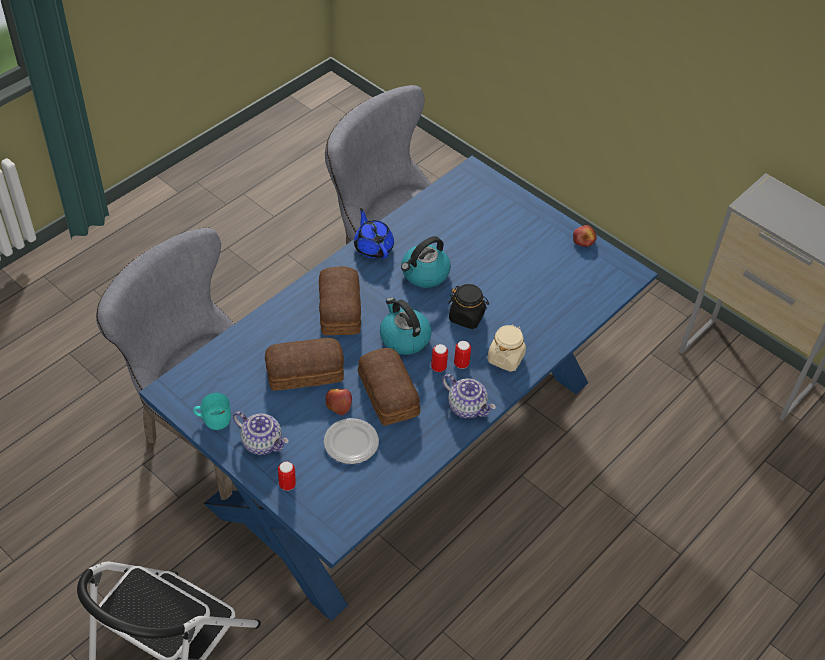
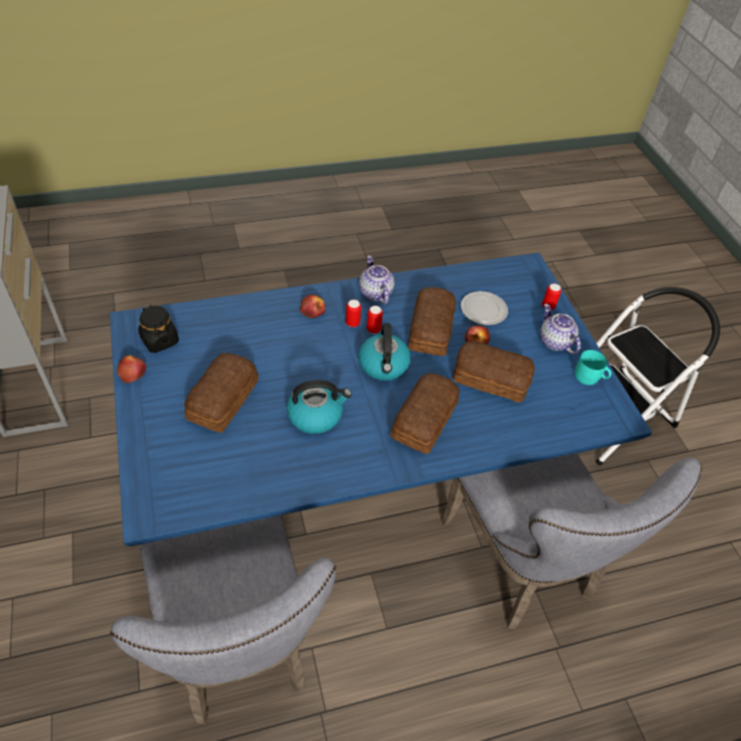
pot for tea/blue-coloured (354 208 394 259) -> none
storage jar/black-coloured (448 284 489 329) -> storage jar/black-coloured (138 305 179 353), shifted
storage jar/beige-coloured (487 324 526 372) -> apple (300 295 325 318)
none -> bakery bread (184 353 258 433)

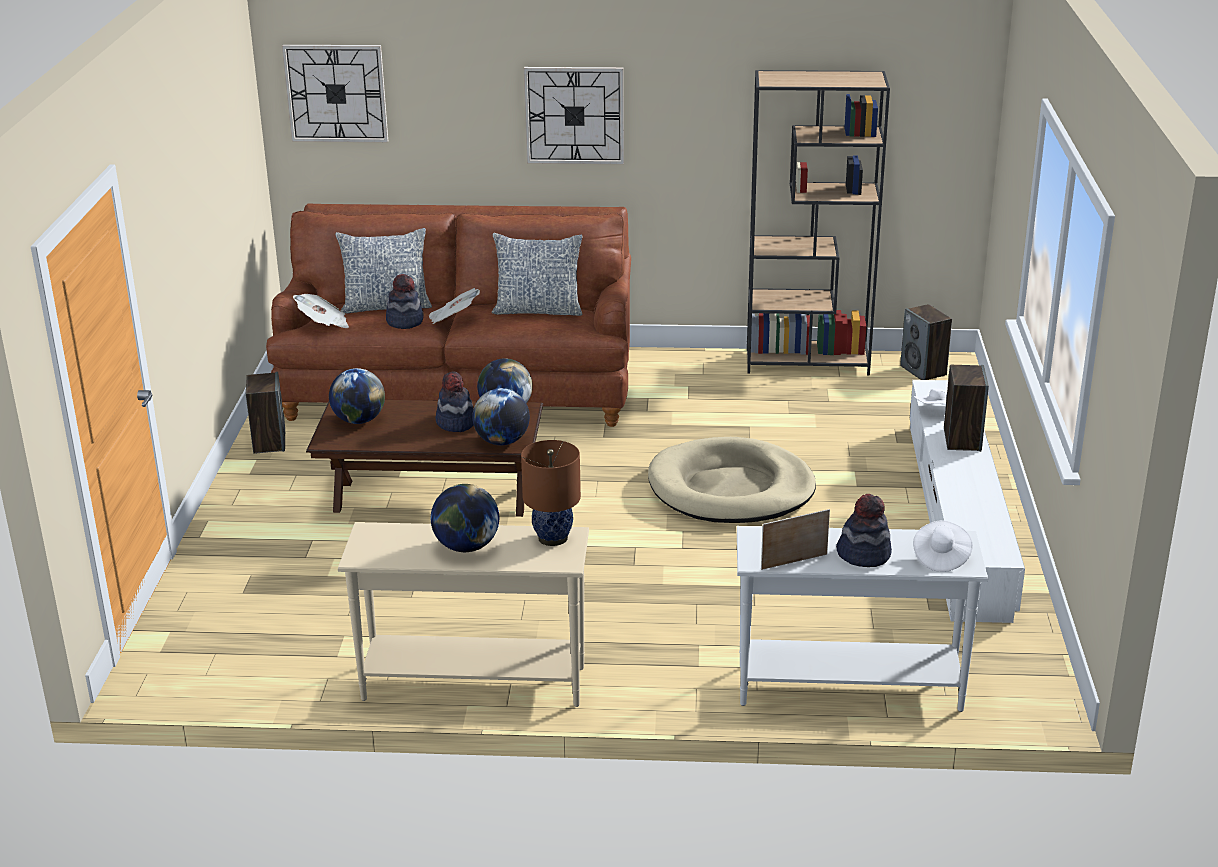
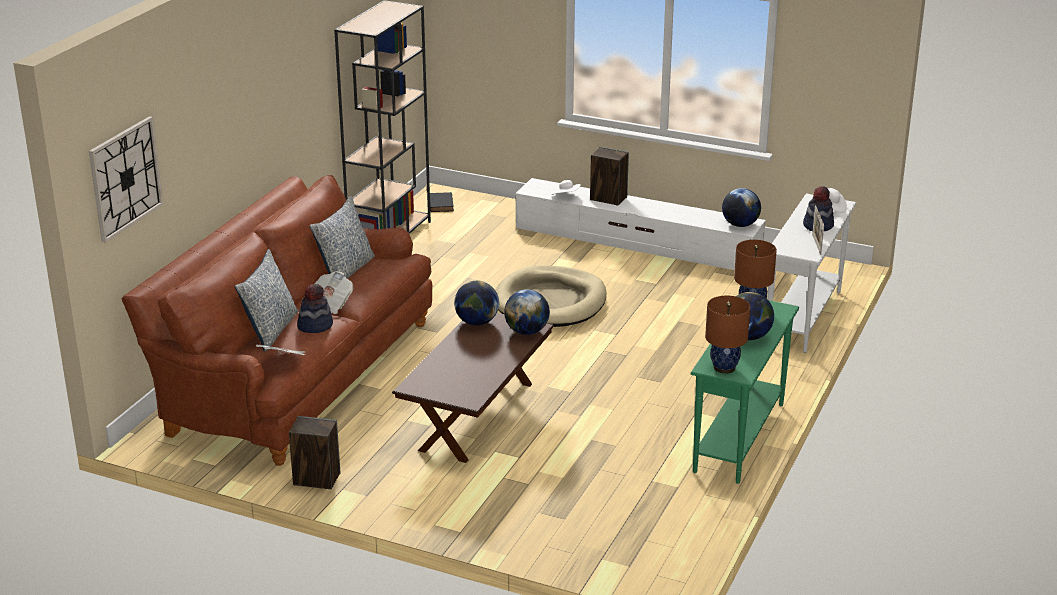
world globe (329 368 385 424) -> world globe (722 188 761 227), shifted
narrow table/beige-coloured (338 522 589 707) -> narrow table/green-coloured (691 300 799 484)
wearable hat (436 371 473 432) -> none
clock on the wall (524 67 624 164) -> none
audio speaker (900 304 952 380) -> volume/black-coloured (430 192 454 212)
none -> table lamp/brown-coloured (705 296 750 374)

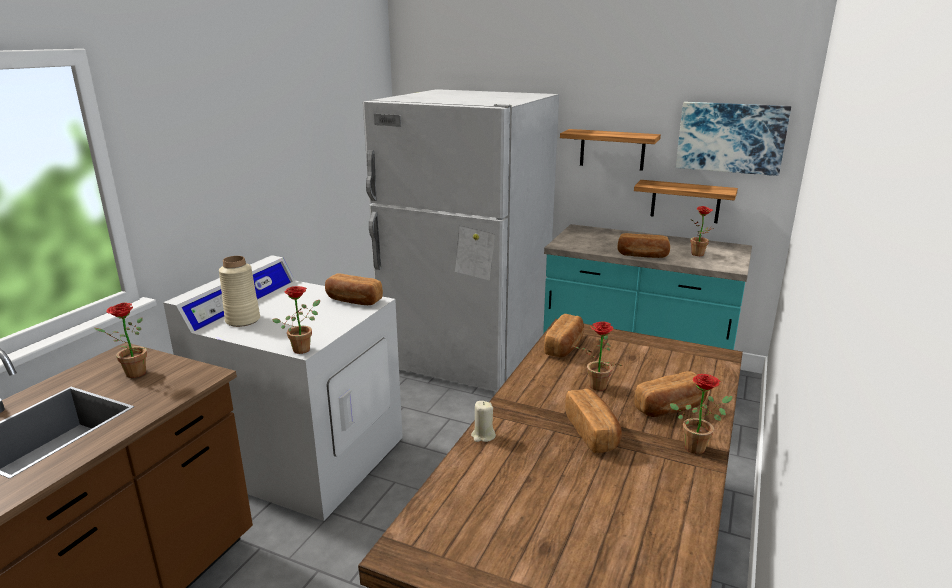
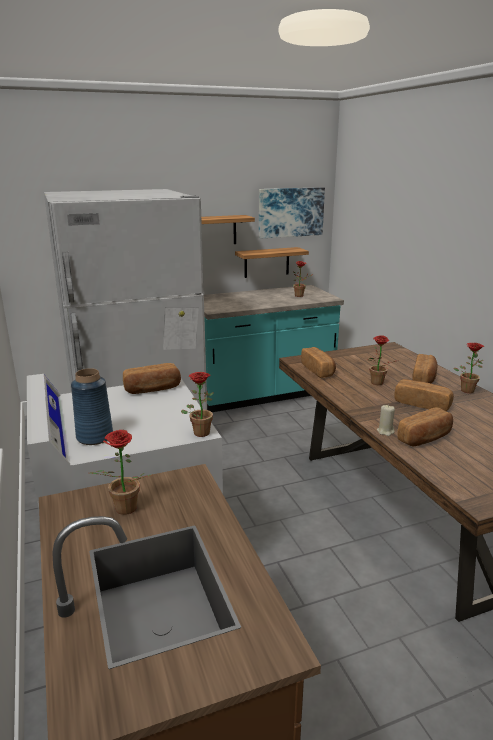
flower vase/beige-coloured (219 256 260 327) -> flower vase/blue-coloured (71 368 113 445)
bakery bread (618 233 670 258) -> bakery bread (397 407 453 446), shifted

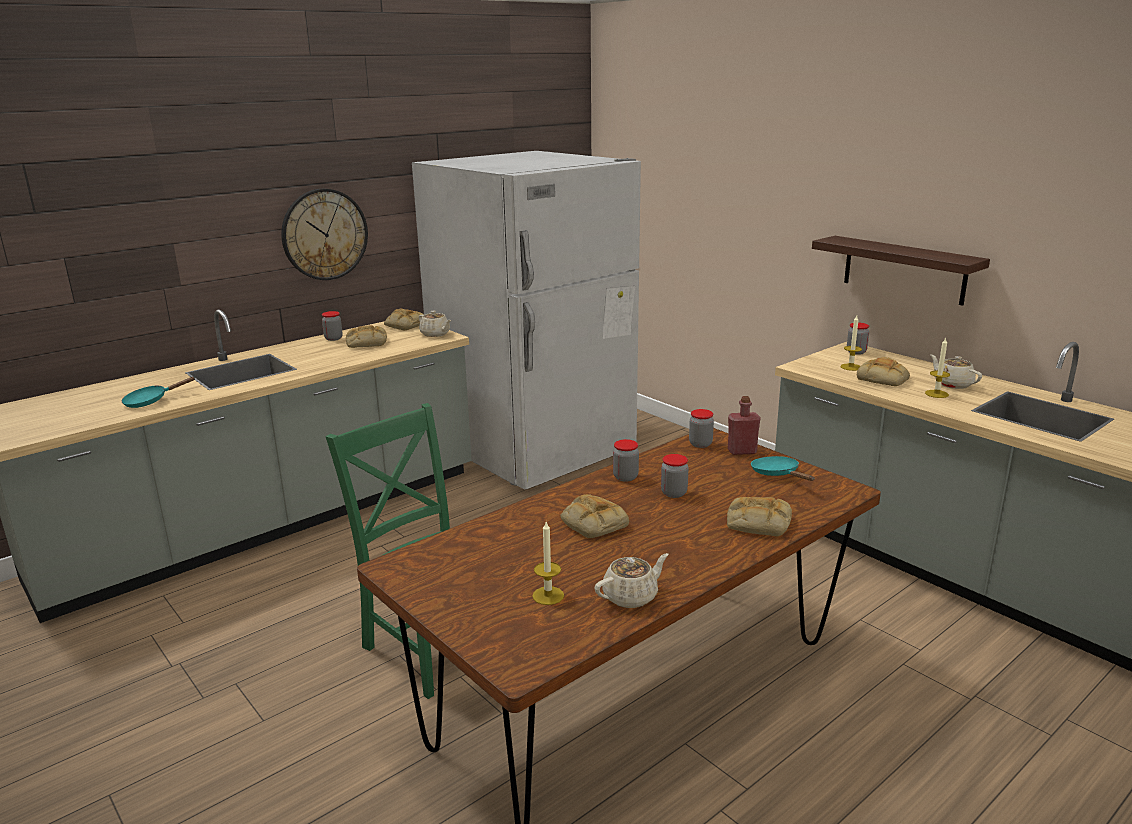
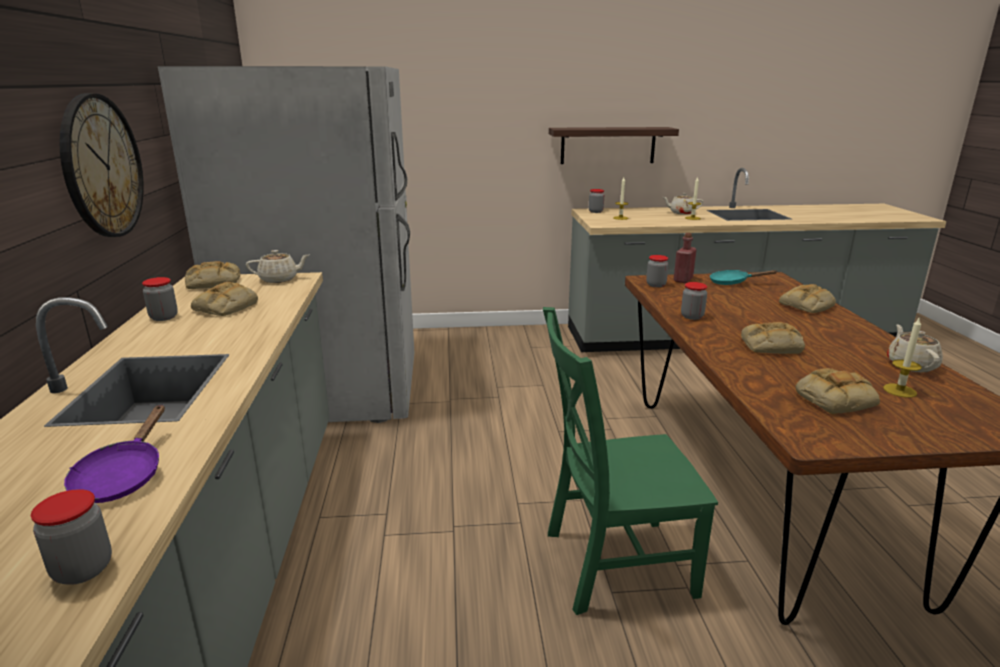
pan/turquoise (122 377 195 408) -> pan/purple-coloured (64 404 165 503)
storage jar (661 454 689 498) -> storage jar (31 489 112 585), shifted
bakery bread (857 357 910 387) -> bakery bread (795 368 880 414), shifted

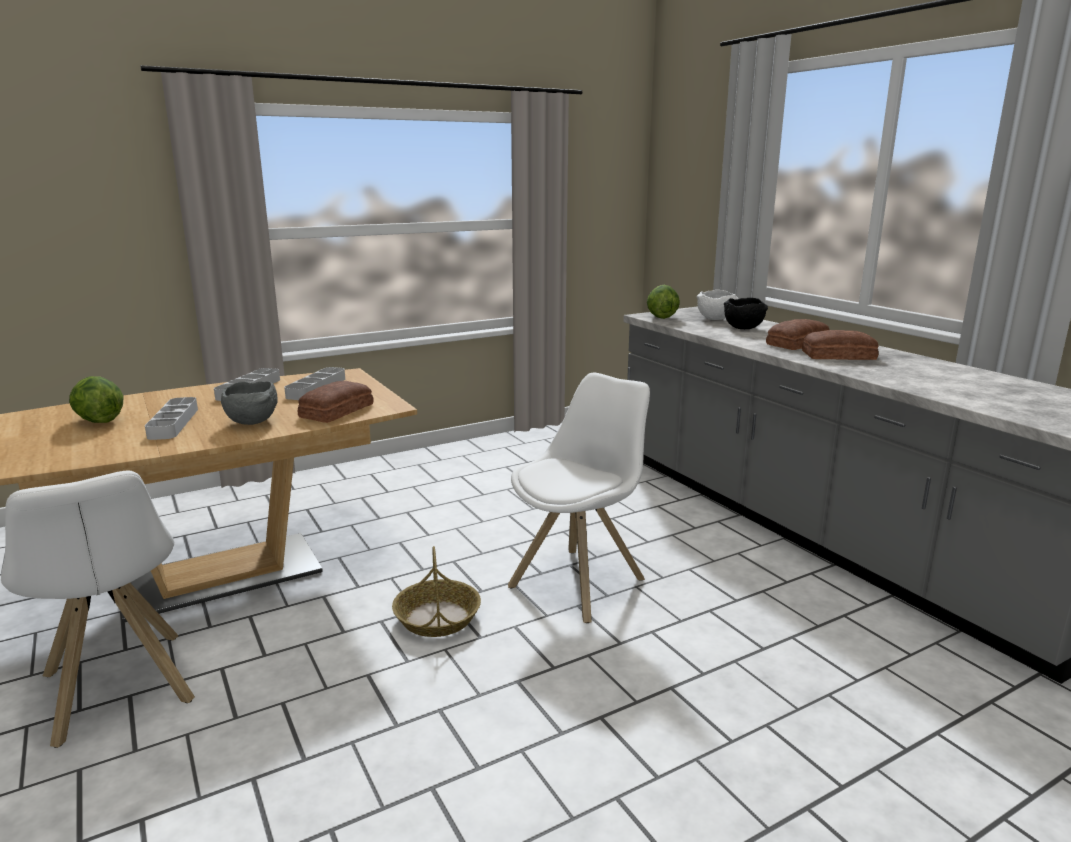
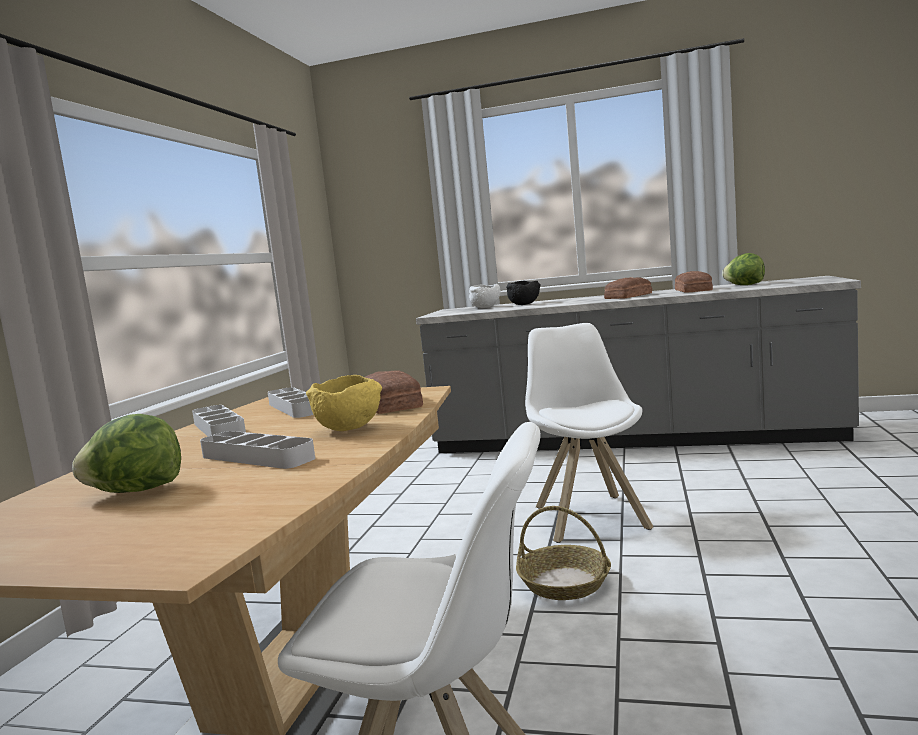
bowl/grey (221 381 278 425) -> bowl/yellow (306 375 382 431)
head of lettuce (647 285 680 319) -> head of lettuce (722 253 765 285), shifted
bakery bread (766 319 829 350) -> bakery bread (675 271 713 293), shifted

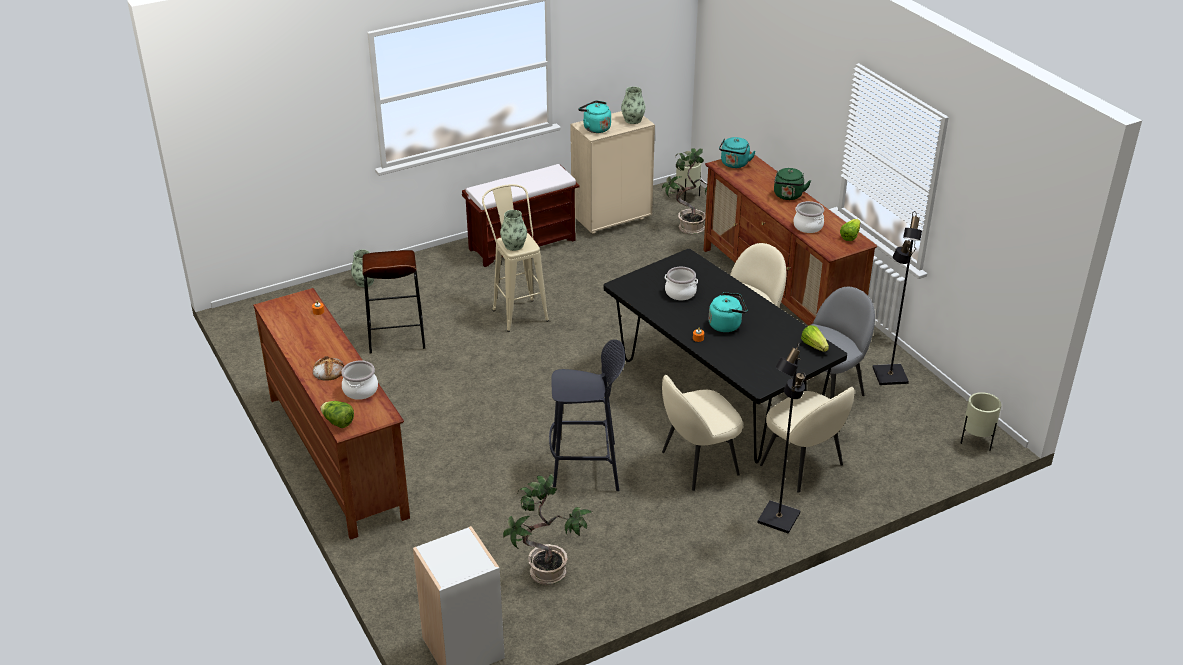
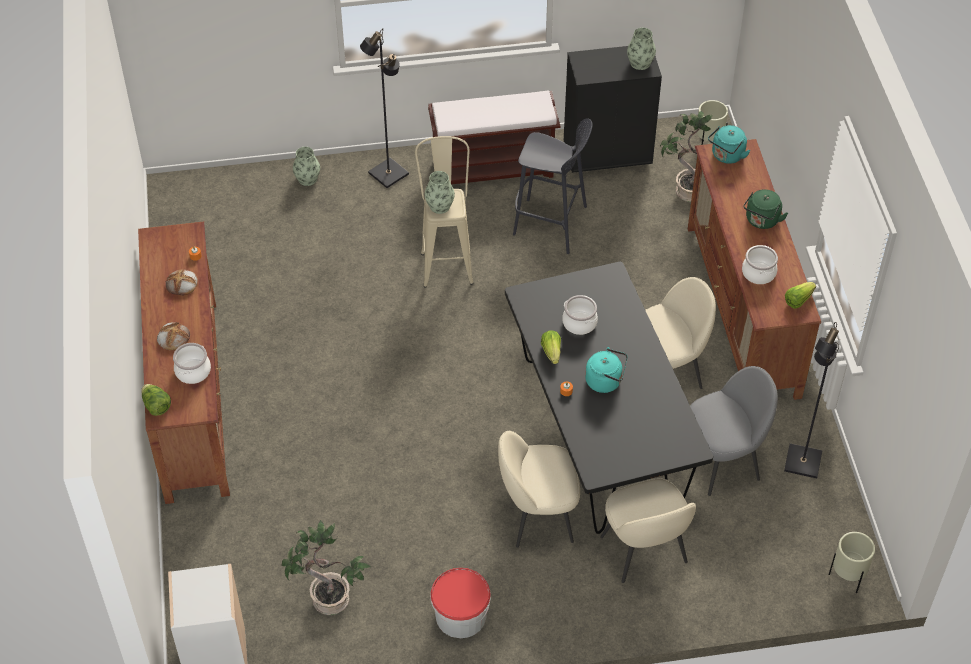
stool/brown-coloured (363 250 425 353) -> none
stool/grey (549 339 625 491) -> stool/grey (513 118 593 254), shifted
storage cabinet/beige-coloured (570 111 655 233) -> storage cabinet/black-coloured (563 46 662 173)
tea kettle/turquoise (578 101 611 133) -> none
standard lamp/black-coloured (757 343 806 534) -> standard lamp/black-coloured (360 28 409 188), shifted
head of lettuce (801 325 829 352) -> head of lettuce (541 331 561 364), shifted
none -> bakery bread (166 270 198 295)
none -> bucket (430 568 491 638)

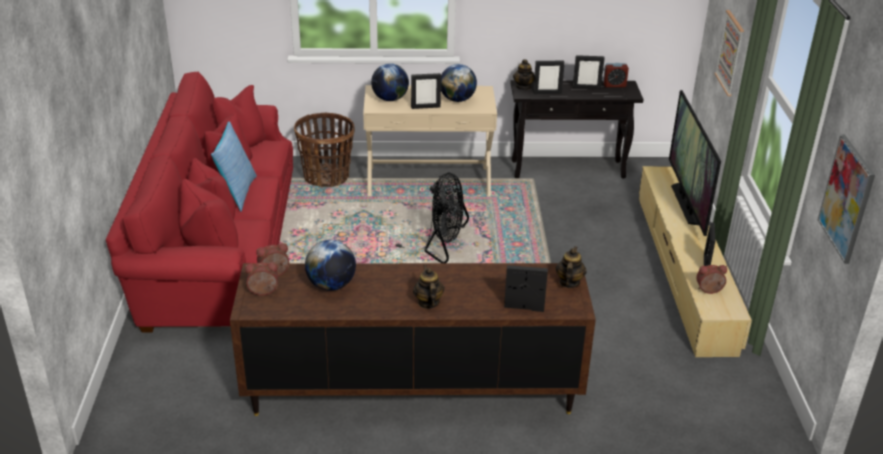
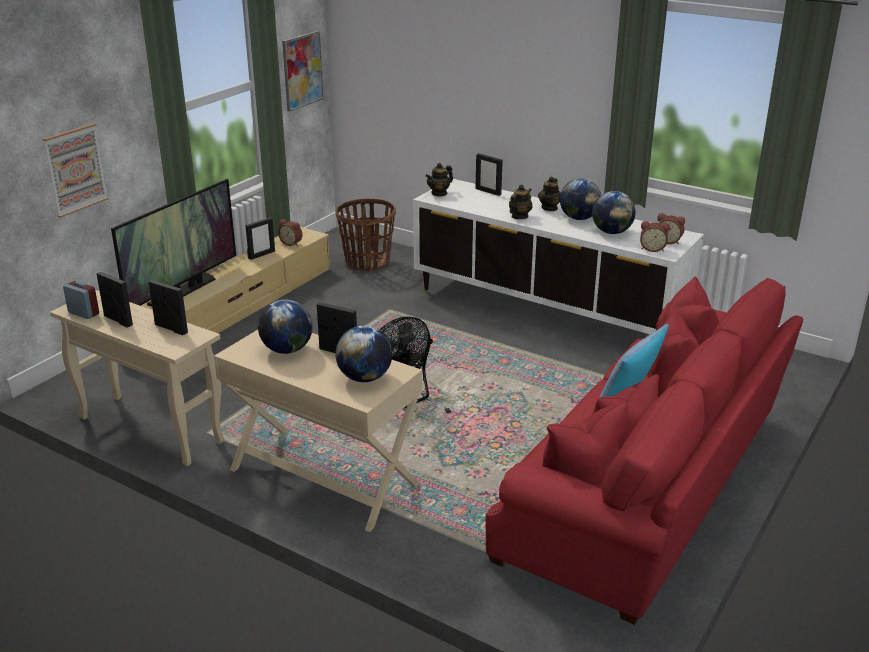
storage cabinet/brown-coloured (230 263 596 416) -> storage cabinet/whitish (413 179 704 334)
storage basket (294 113 355 187) -> storage basket (335 198 396 272), shifted
narrow table/black-coloured (510 80 643 178) -> narrow table/beige-coloured (50 290 224 466)
pot for tea (513 59 535 90) -> pot for tea (509 185 532 219), shifted
none -> world globe (560 178 601 220)

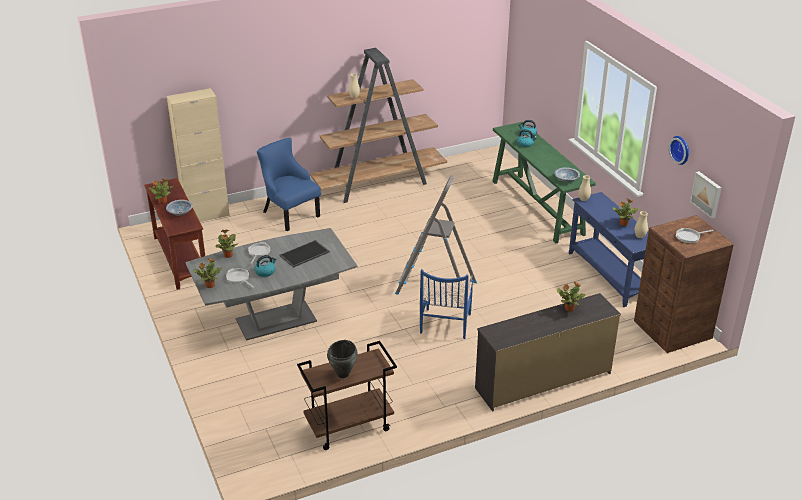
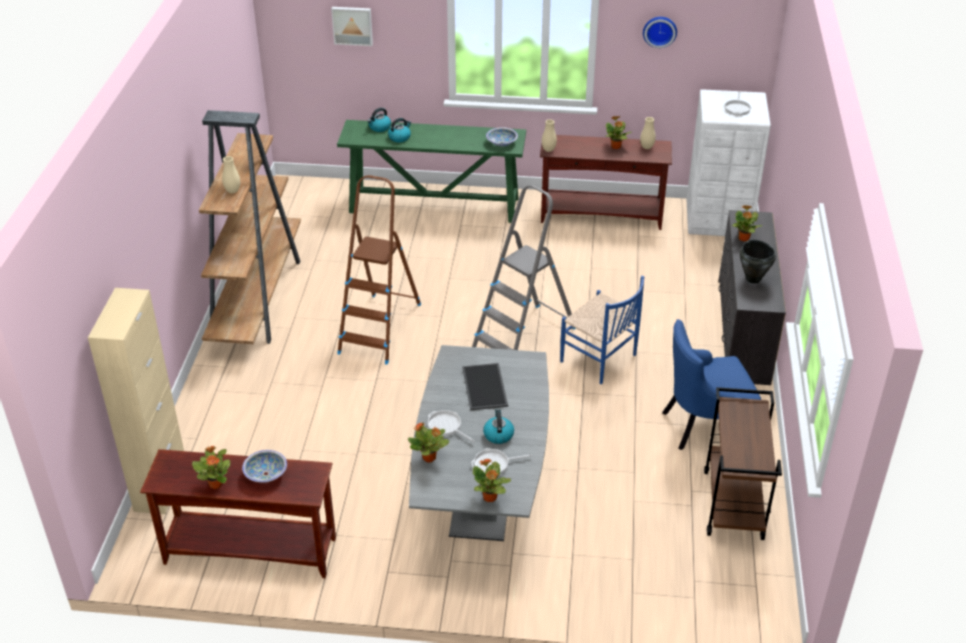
upright chair/blue-coloured (257 138 321 231) -> upright chair/blue-coloured (662 319 761 450), shifted
saucepot/black-coloured (327 340 358 378) -> saucepot/black-coloured (740 240 776 284), shifted
narrow table/blue-coloured (569 192 648 307) -> narrow table/brown-coloured (540 135 672 230)
chest of drawers/brown-coloured (634 215 734 353) -> chest of drawers/whitish (686 89 771 236)
picture (690 171 721 218) -> picture (331 7 373 46), shifted
none -> step ladder/brown-coloured (337 175 421 365)

